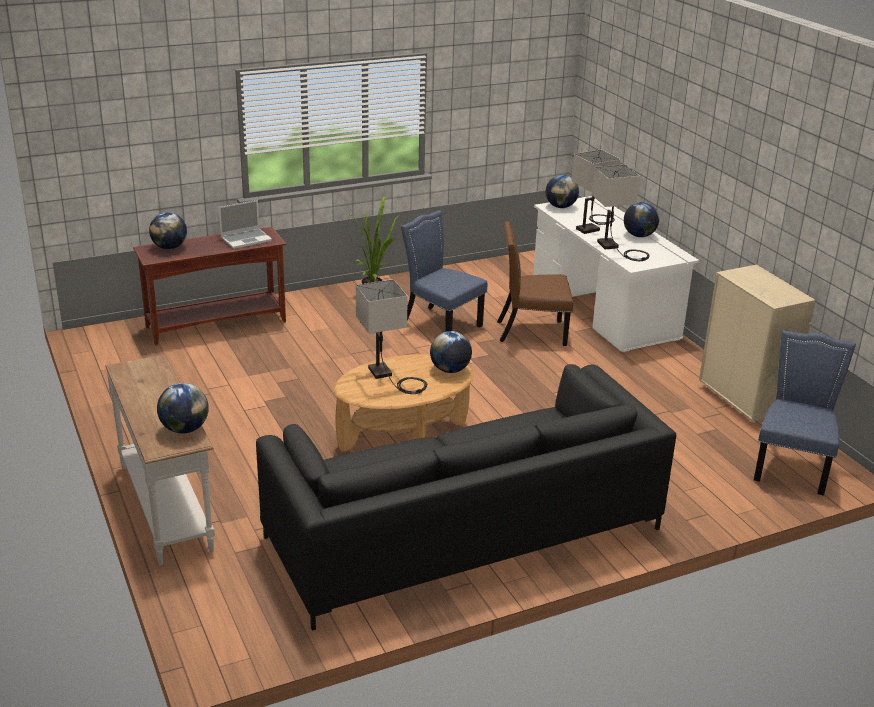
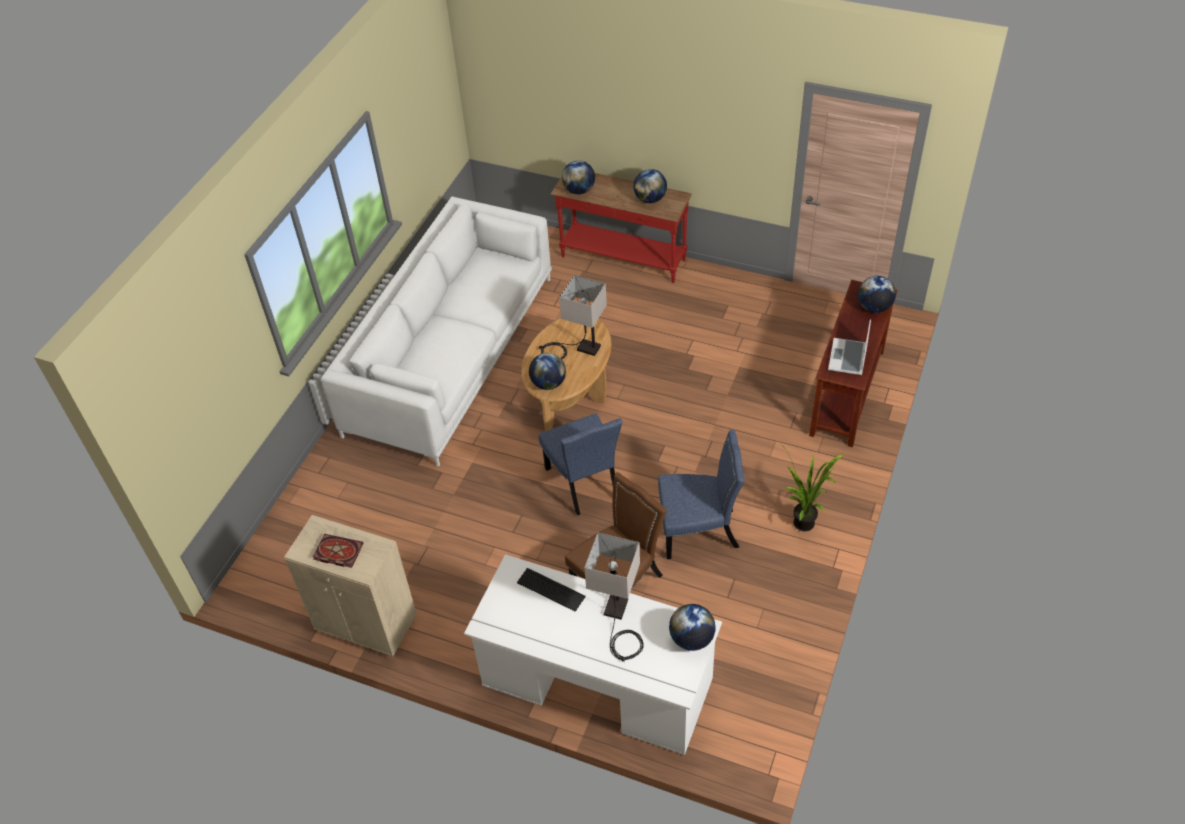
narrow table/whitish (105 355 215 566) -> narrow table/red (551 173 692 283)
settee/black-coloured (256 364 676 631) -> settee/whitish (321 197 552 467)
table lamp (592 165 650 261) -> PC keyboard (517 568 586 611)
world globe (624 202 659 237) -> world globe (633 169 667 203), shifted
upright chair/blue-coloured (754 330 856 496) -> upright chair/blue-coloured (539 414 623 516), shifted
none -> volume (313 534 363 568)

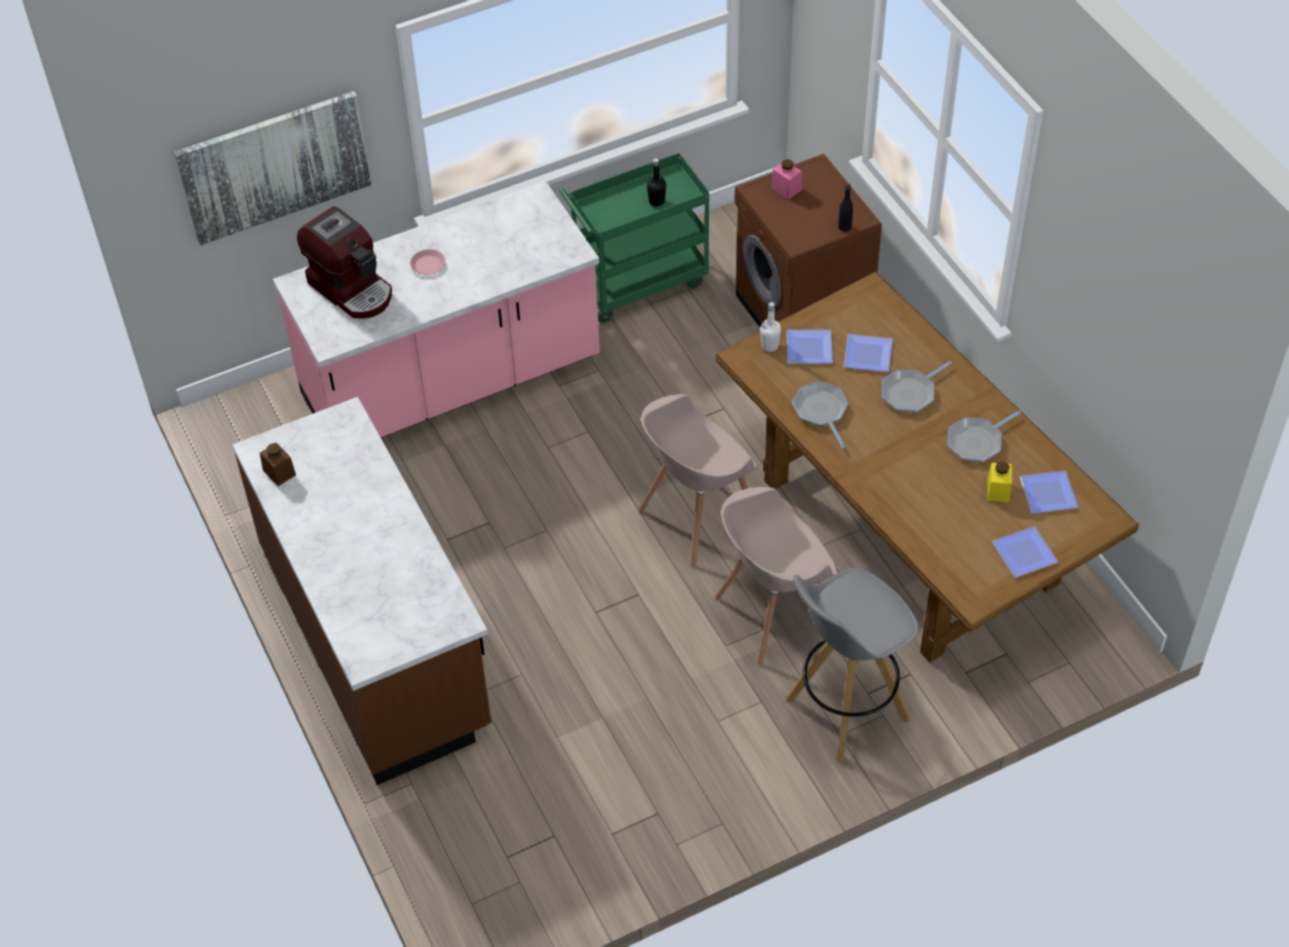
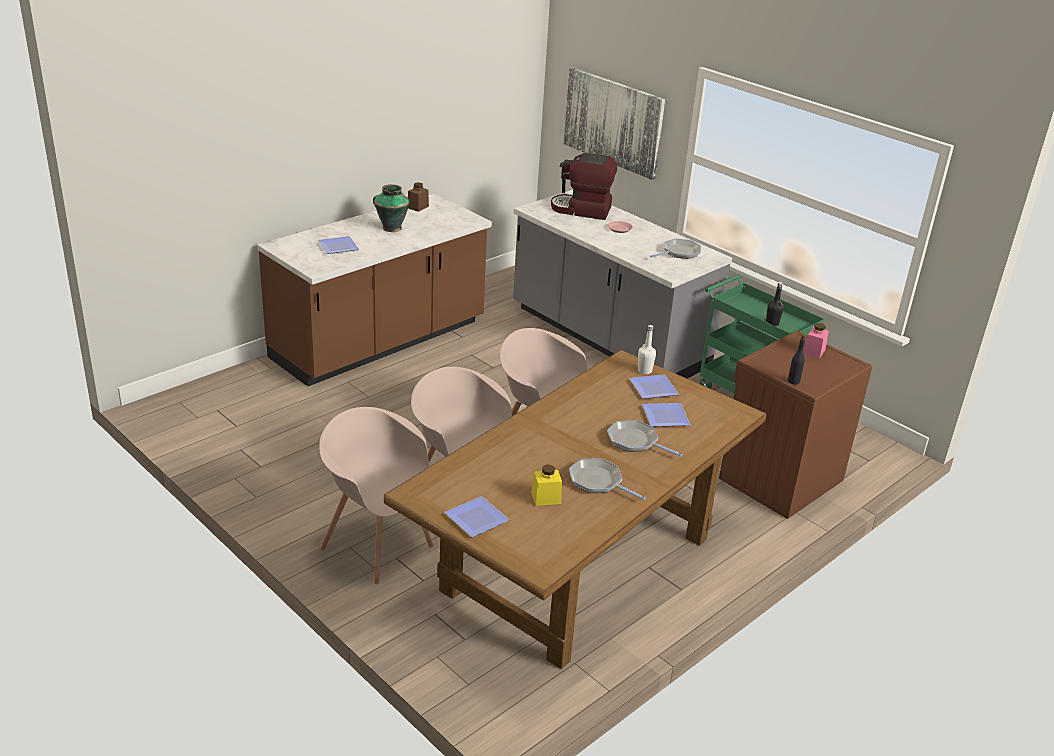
kitchen counter/pinkish (273 181 600 438) -> kitchen counter/grey (513 190 732 378)
coffee machine (297 206 392 319) -> coffee machine (551 153 617 220), 75 degrees clockwise
stool/grey (786 568 919 762) -> upright chair/beige-coloured (319 407 433 584)
pan (792 382 848 448) -> pan (650 239 701 259), shifted
flat dish (1020 471 1078 513) -> flat dish (318 236 359 254), shifted
none -> flower vase (373 184 409 232)

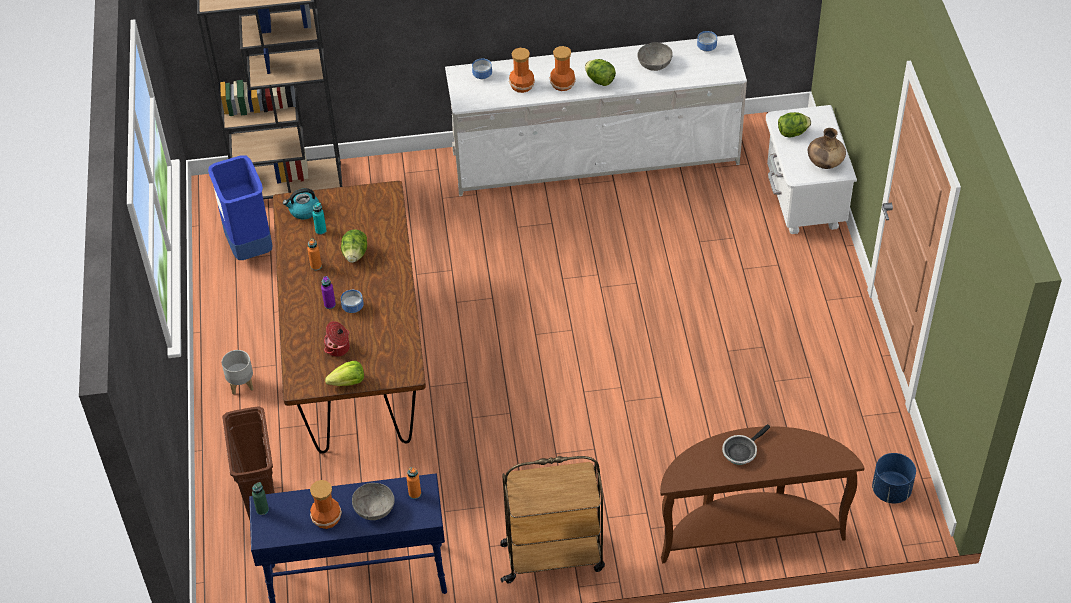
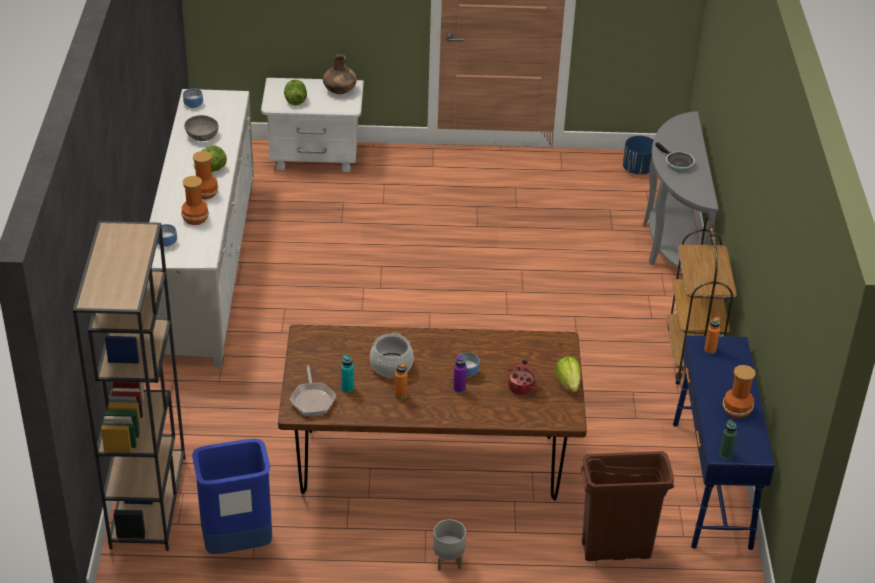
tea kettle (283 188 319 219) -> pan (290 365 336 416)
head of lettuce (341 229 367 263) -> saucepot (370 332 414 378)
bowl/grey (352 483 395 520) -> none
narrow table/brown-coloured (660 426 864 563) -> narrow table/grey (643 111 719 270)

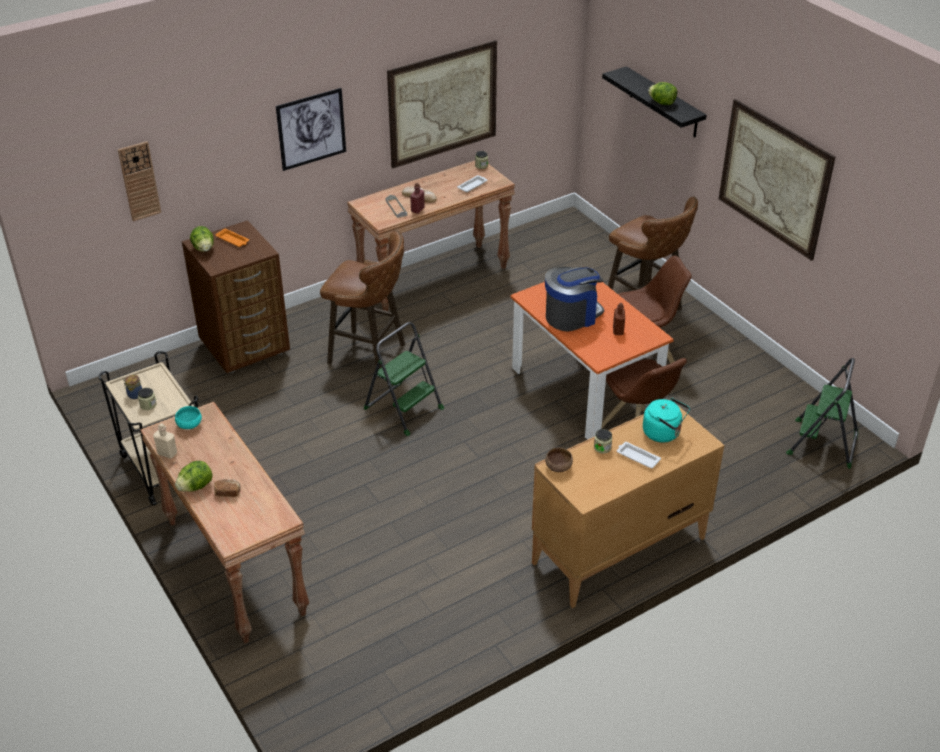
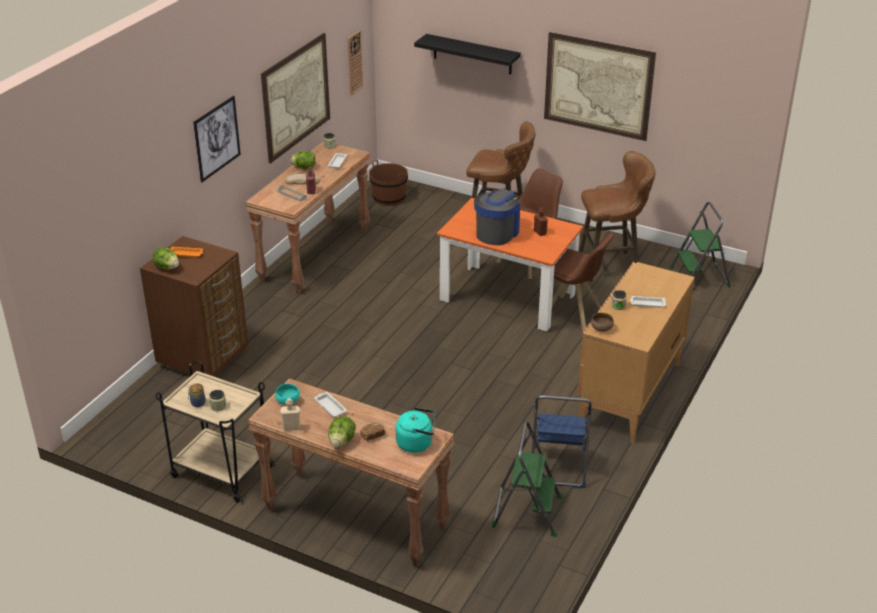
clock on the wall (118 141 161 221) -> clock on the wall (348 30 363 95), shifted
stool/brown-coloured (320 230 405 378) -> stool/brown-coloured (579 151 656 282), shifted
step ladder/green-coloured (364 322 444 436) -> step ladder/green-coloured (492 421 563 537), shifted
tea kettle/turquoise (643 398 690 442) -> tea kettle/turquoise (396 407 435 453), shifted
head of lettuce (648 82 677 105) -> head of lettuce (290 151 315 169), shifted
none -> carrying tray/whitish (314 392 347 417)
none -> bucket/brown-coloured (369 160 408 206)
none -> step ladder/blue-coloured (532 395 592 488)

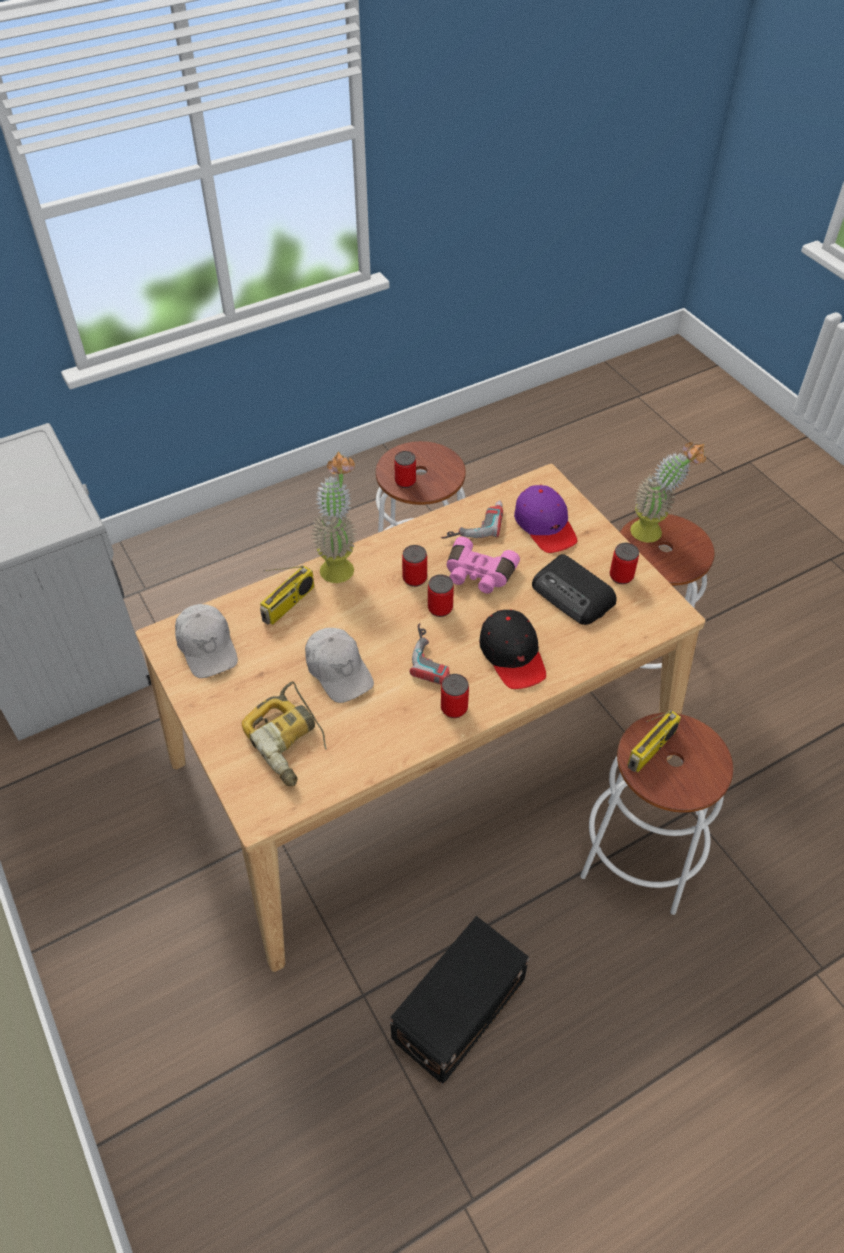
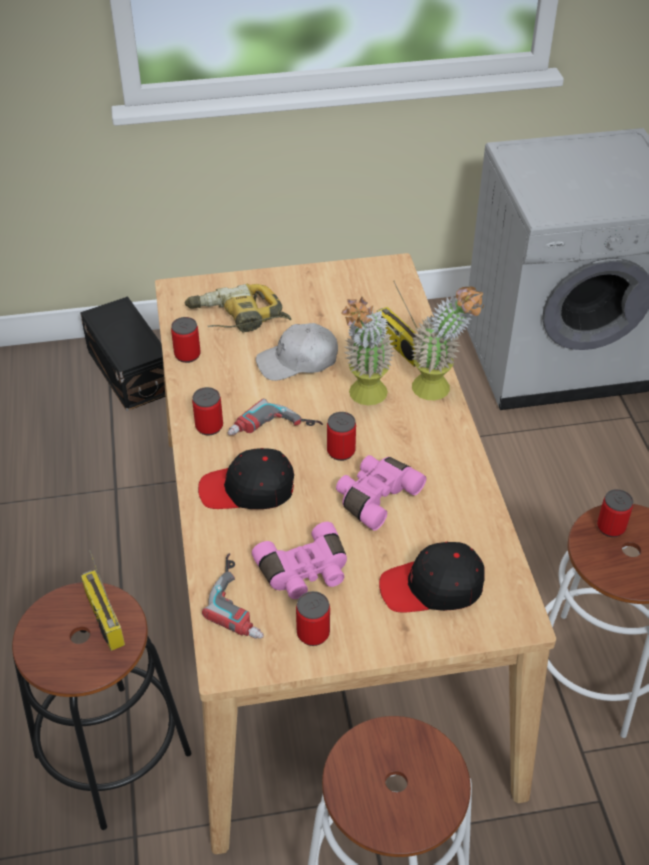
peaked cap/whitish (175 604 238 678) -> none
storage container/black-coloured (390 916 529 1085) -> storage container/black-coloured (80 296 165 411), shifted
sealed can (402 545 427 587) -> sealed can (171 317 200 363), shifted
drill (441 500 503 539) -> drill (202 553 264 639), shifted
peaked cap/purple-coloured (514 485 578 553) -> peaked cap/black-coloured (379 542 485 613)
radio receiver (532 554 617 625) -> binoculars/pinkish (252 522 347 599)
stool/whitish (580 713 733 915) -> stool/black-coloured (12 582 191 830)
plant in a pot (630 442 706 543) -> plant in a pot (341 297 395 405), shifted

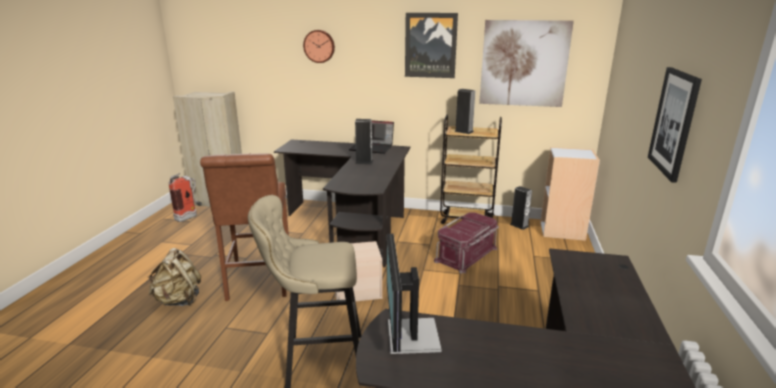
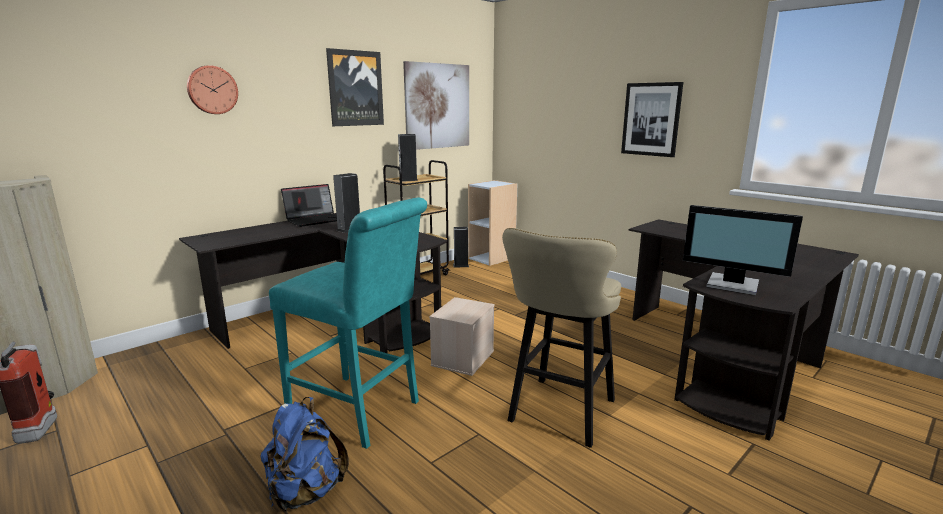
backpack/beige-coloured (148 248 201 306) -> backpack/blue-coloured (260 397 349 511)
stool/brown-coloured (200 153 289 301) -> stool/turquoise (269 198 427 449)
storage container/red (434 212 499 273) -> none

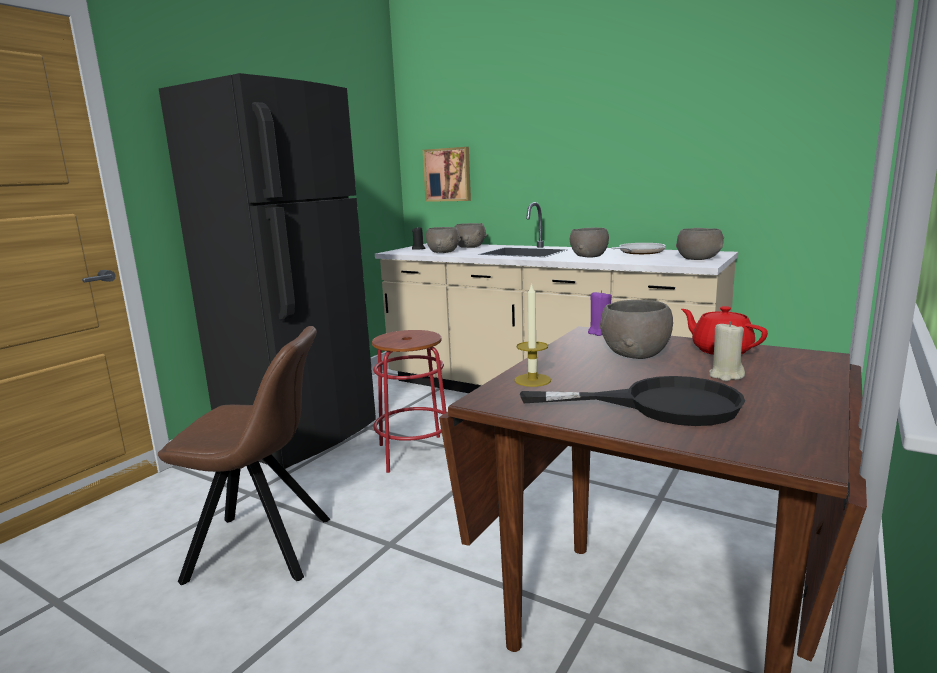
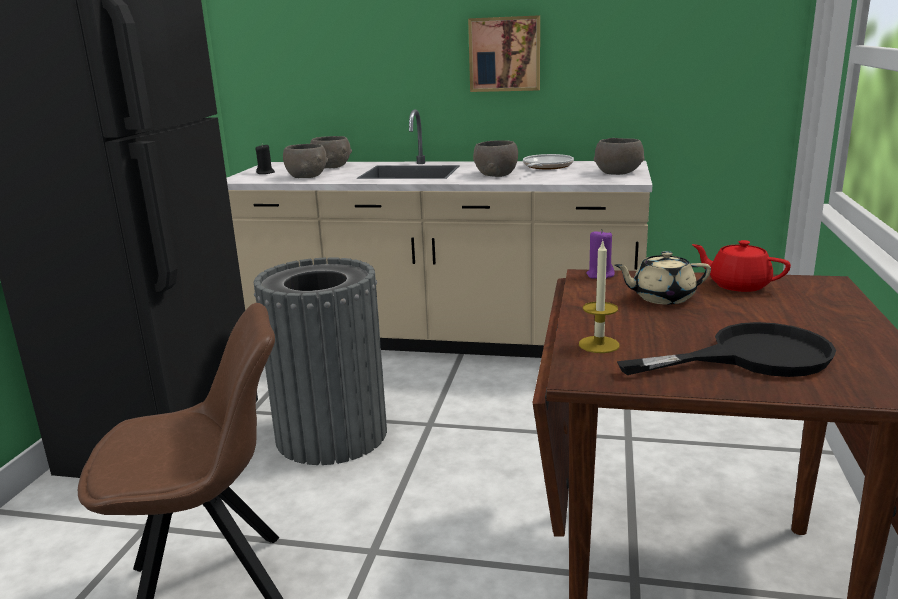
stool/red (372 330 446 473) -> trash can/grey (254 257 387 465)
picture (423 147 471 202) -> picture (468 15 540 92), shifted
bowl/grey (600 300 673 359) -> pot for tea/beige-coloured (614 251 711 305)
candle/beige-coloured (709 321 745 381) -> none

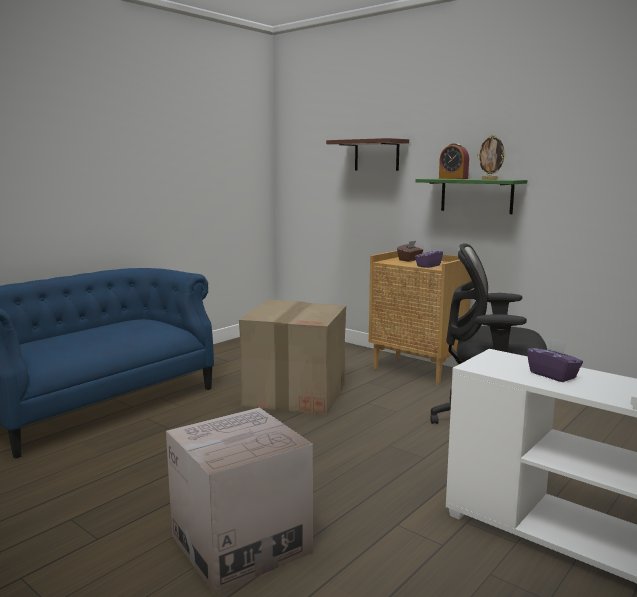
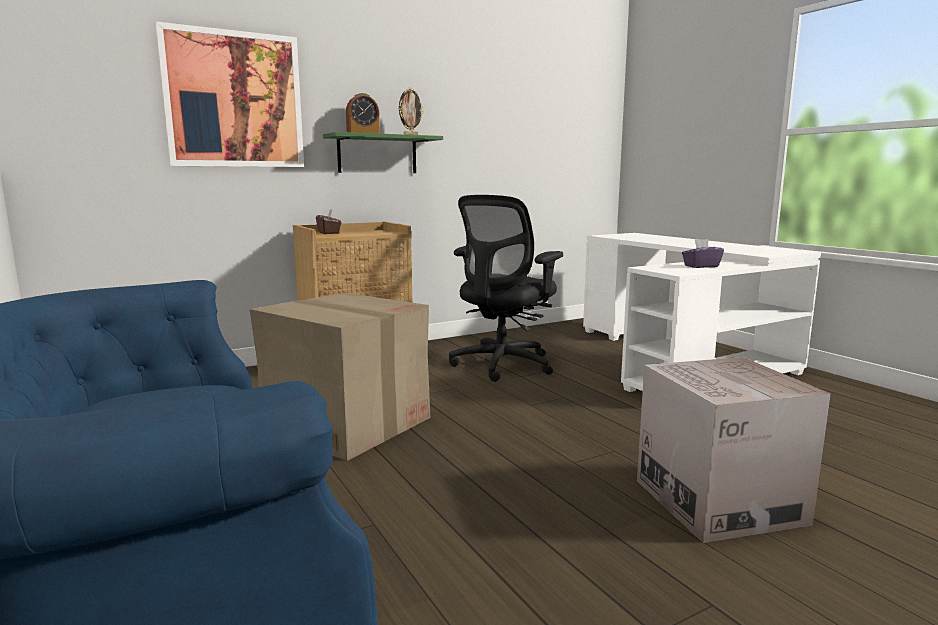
wall shelf (326 138 409 171) -> picture (155 22 304 167)
tissue holder/purple-coloured (415 245 443 268) -> none

